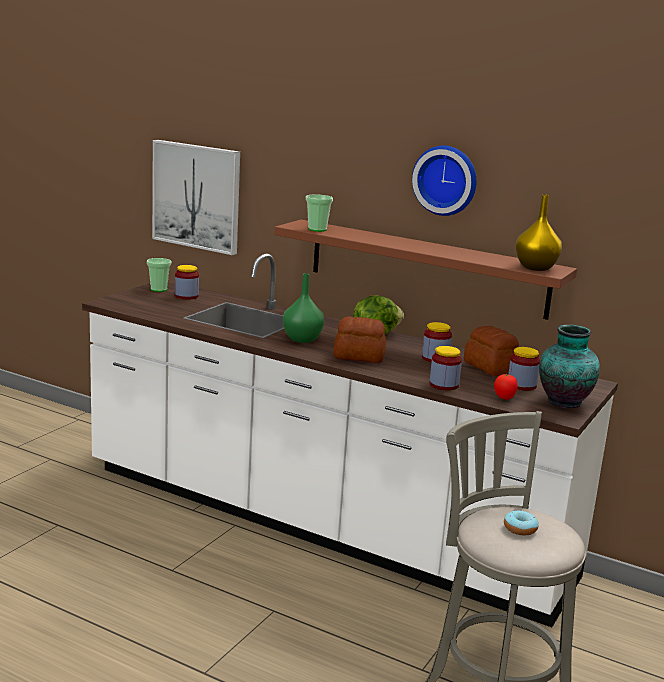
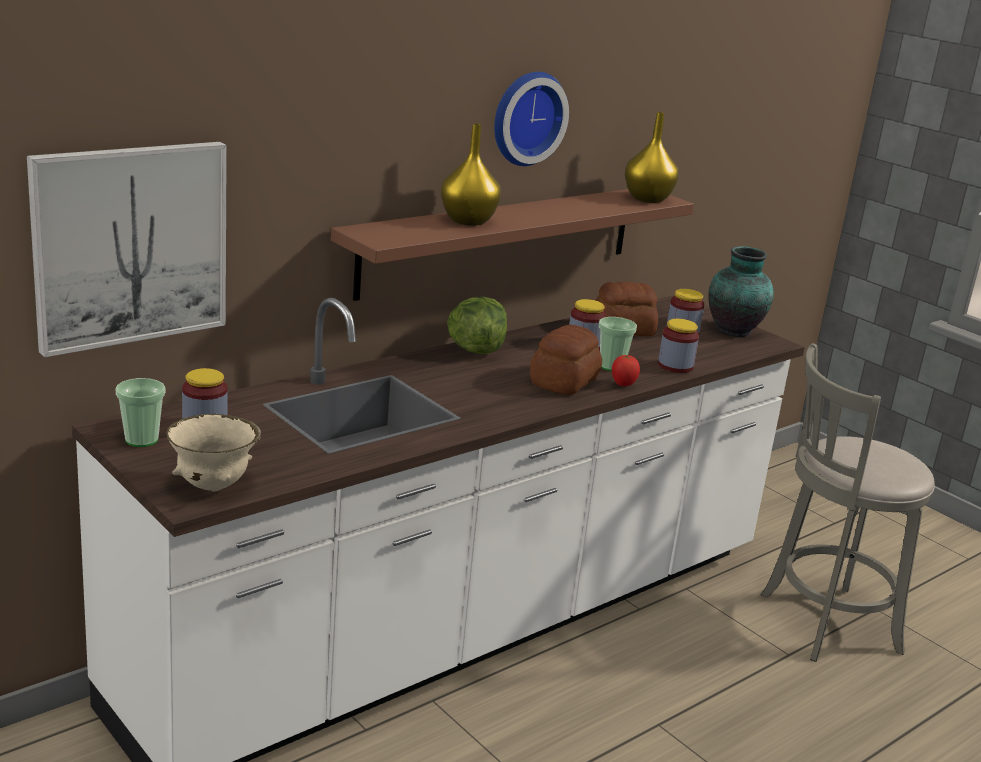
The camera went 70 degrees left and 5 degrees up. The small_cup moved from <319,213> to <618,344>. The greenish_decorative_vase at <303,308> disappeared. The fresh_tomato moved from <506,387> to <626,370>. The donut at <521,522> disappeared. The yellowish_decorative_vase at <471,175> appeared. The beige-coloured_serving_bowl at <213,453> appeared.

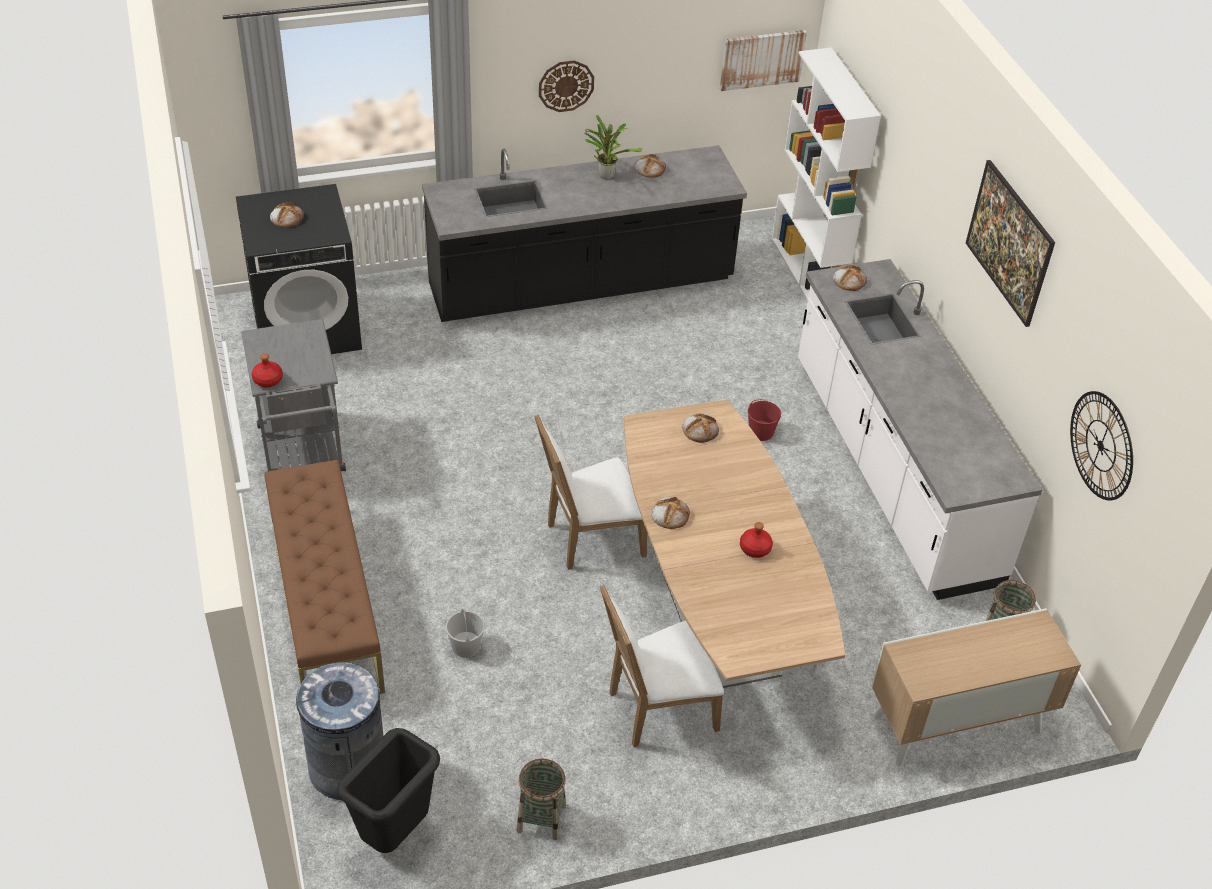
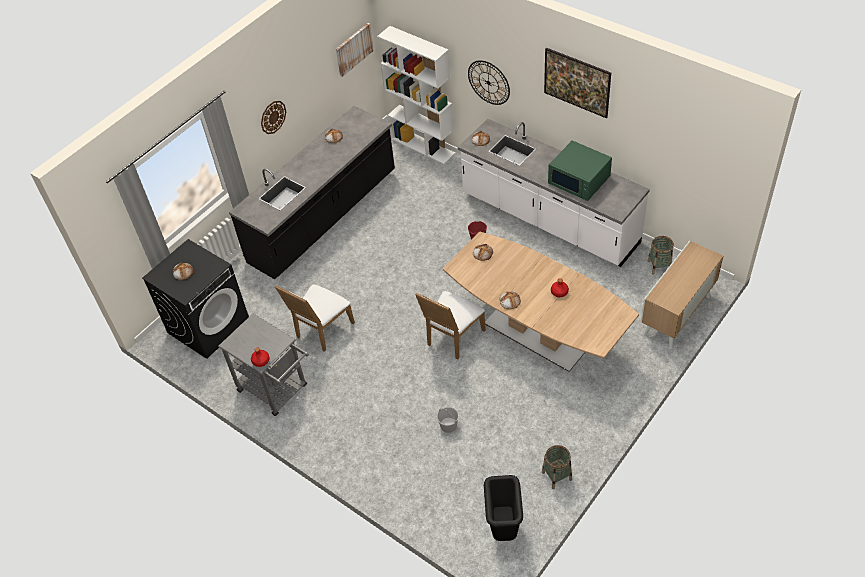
The camera went 30 degrees left and 5 degrees up. The potted_plant at <613,147> disappeared. The hanging_clock moved from <1101,445> to <489,82>. The brown_bench at <324,577> disappeared. The white_chair moved from <662,665> to <315,318>. The gray_waste_bin at <338,731> disappeared. The greenish_microwave_oven at <580,170> appeared.

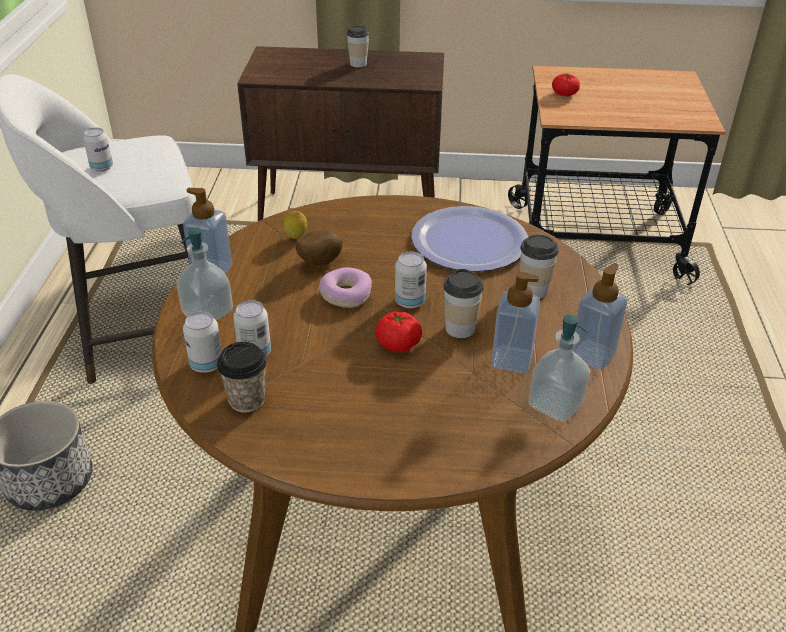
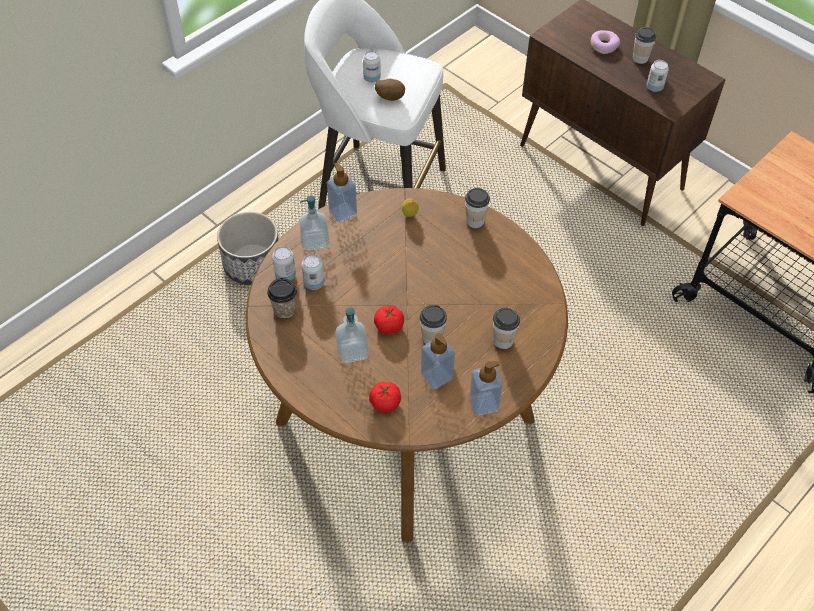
The camera went 40 degrees right and 15 degrees up. The fresh_tomato moved from <566,84> to <385,397>. The plate at <469,239> disappeared. The whole_potato moved from <319,247> to <390,90>. The can moved from <411,280> to <658,76>. The donut moved from <345,287> to <605,42>. The soap_dispenser moved from <559,368> to <352,335>. The small_cup at <477,208> appeared.

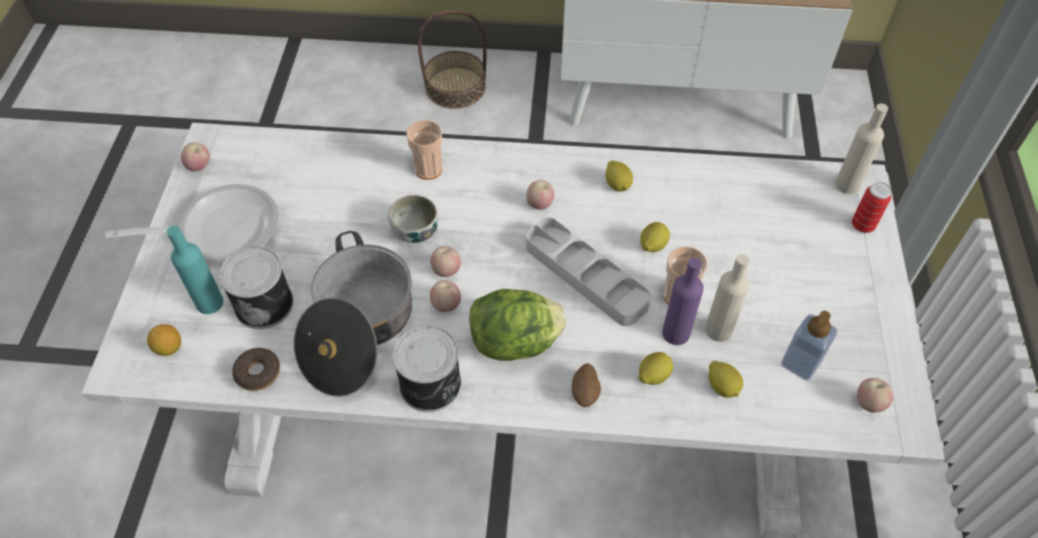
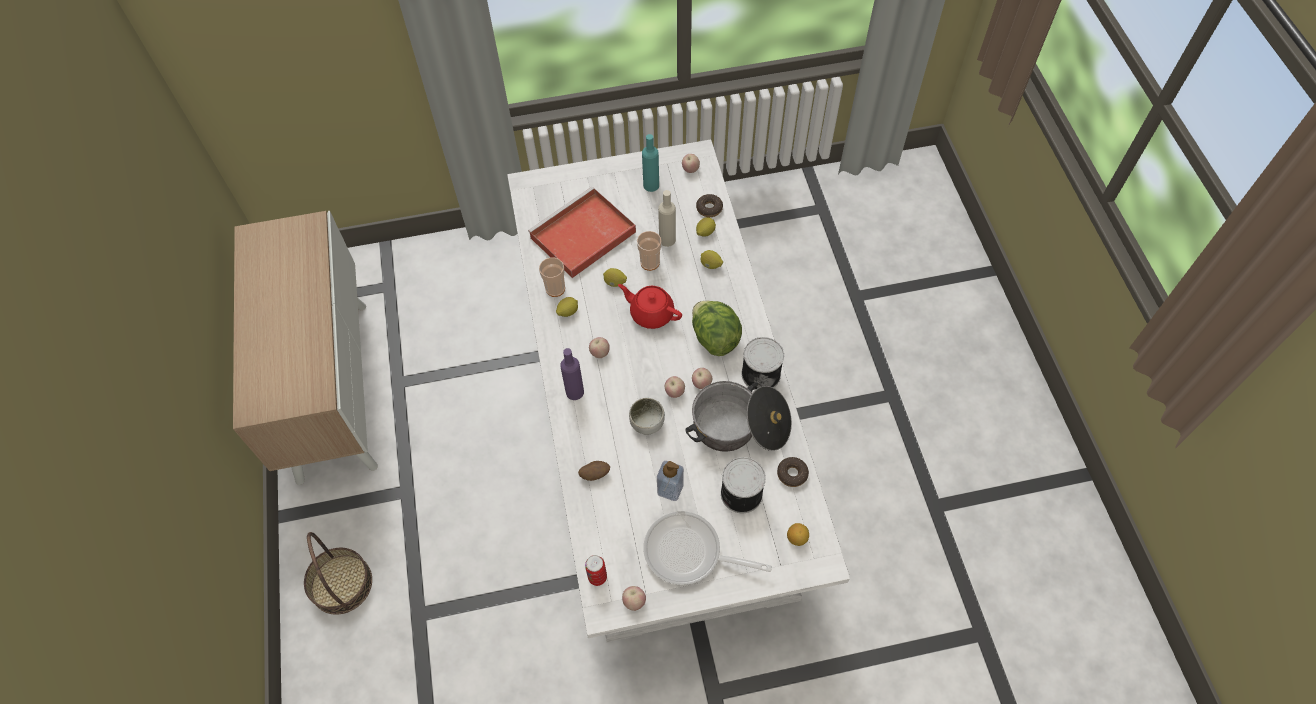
The camera went 105 degrees left and 5 degrees up. The beige-coloured_beverage_bottle at <861,148> disappeared. The small_cup moved from <424,150> to <552,277>. The can moved from <872,207> to <596,570>. The frying_pan at <192,223> turned 45 degrees counterclockwise. The gray_carrying_tray at <588,272> was replaced by the reddish_teapot at <650,306>. The blue-green_beverage_bottle moved from <195,270> to <650,163>. The purplish_beverage_bottle moved from <683,301> to <572,374>. The soap_dispenser moved from <809,346> to <670,481>. The whole_potato moved from <586,385> to <594,471>. The reddish_carrying_tray at <582,232> appeared. The donut at <709,205> appeared.

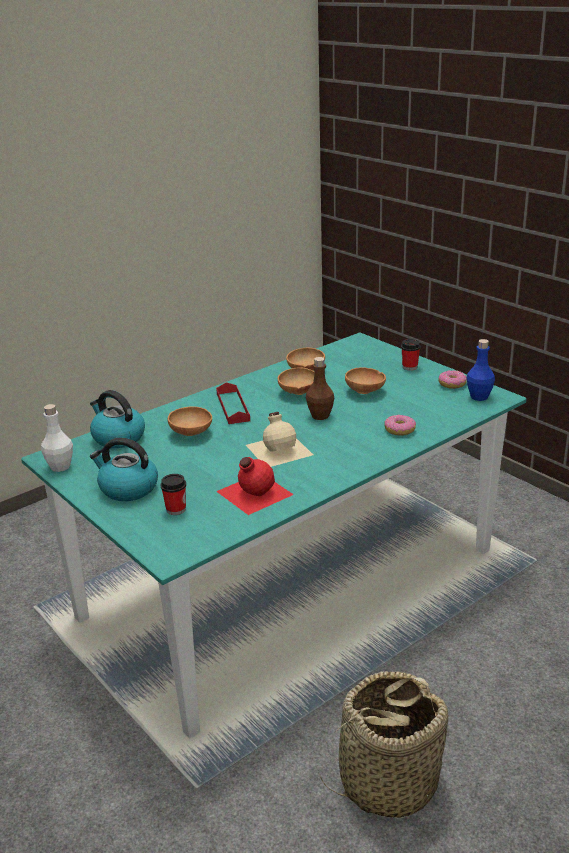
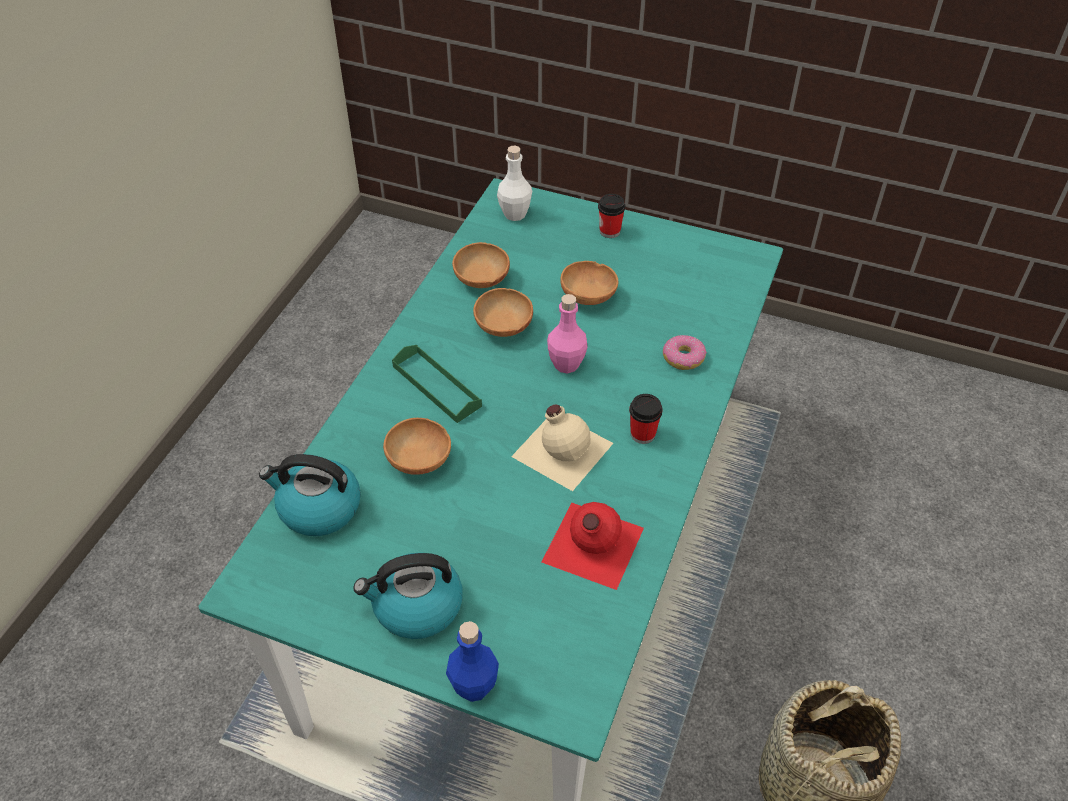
The camera went 30 degrees left and 20 degrees up. The bluish_beverage_bottle moved from <481,370> to <472,661>. The brown_beverage_bottle at <320,388> became the pinkish_beverage_bottle at <567,334>. The donut at <453,379> disappeared. The reddish_carrying_tray at <233,403> became the greenish_carrying_tray at <437,384>. The white_beverage_bottle moved from <57,438> to <514,183>. The small_cup moved from <173,494> to <646,419>.

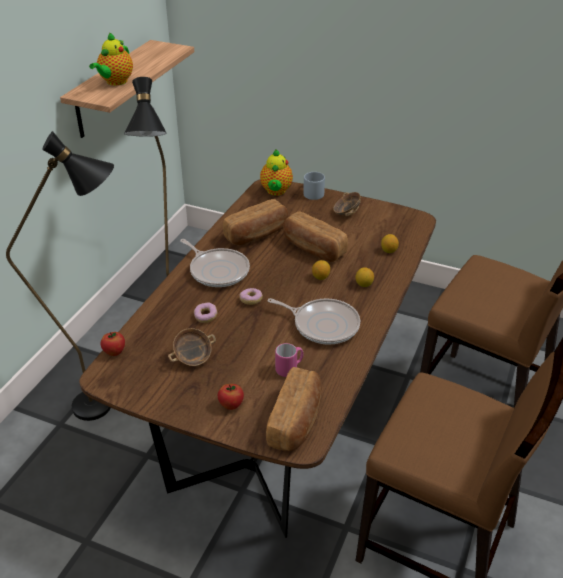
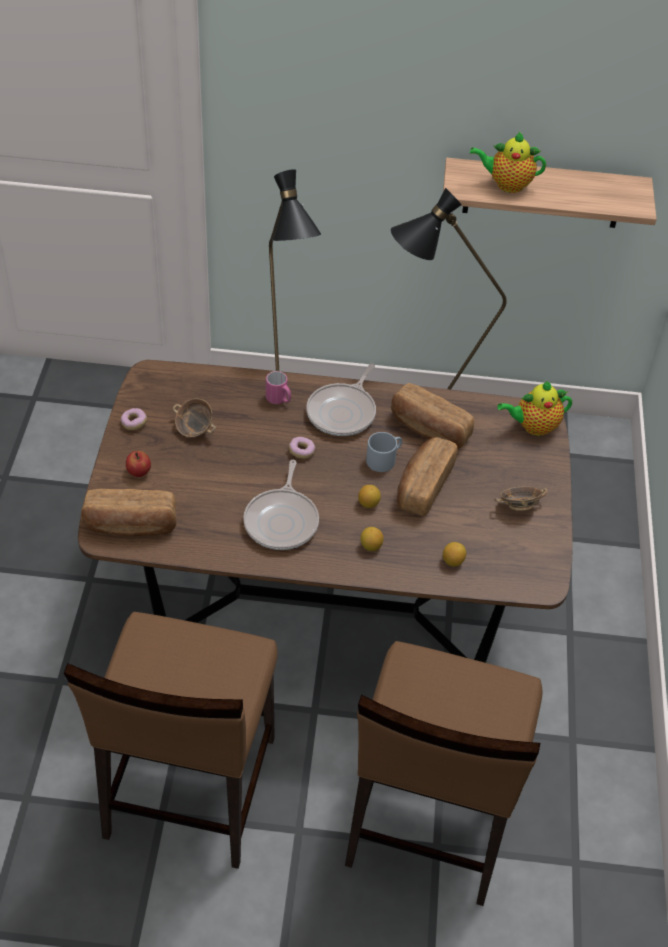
The camera went 70 degrees right and 10 degrees up. The gray_coffee_mug moved from <314,186> to <384,452>. The donut moved from <205,313> to <134,419>. The apple at <112,344> disappeared. The pinkish_coffee_mug moved from <289,360> to <278,387>.

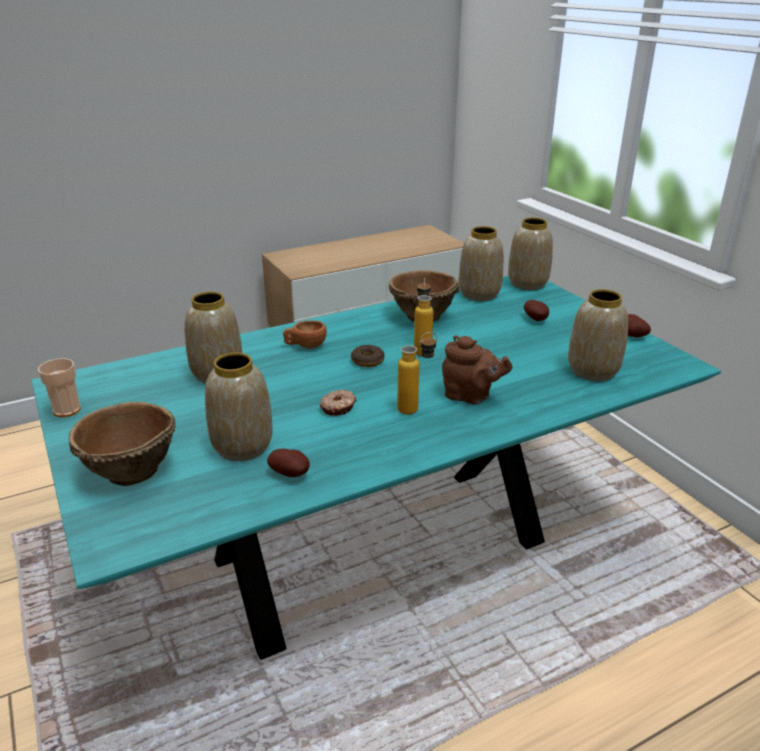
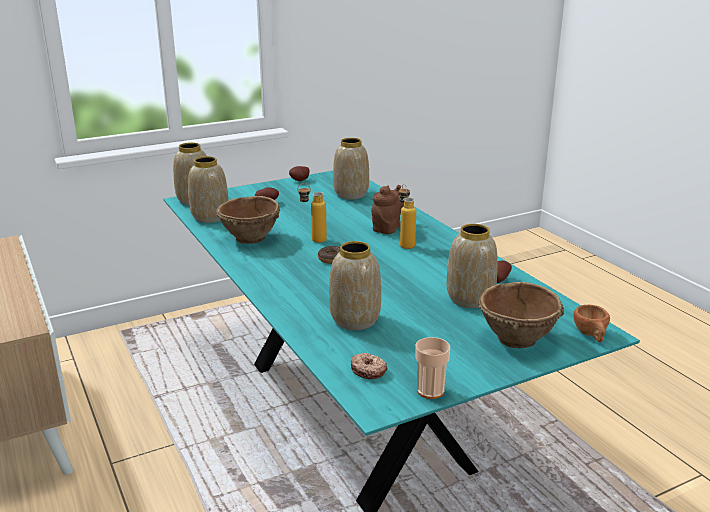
The camera went 90 degrees left and 5 degrees down. The brown_small_cup moved from <305,335> to <591,323>. The donut moved from <338,403> to <369,366>.

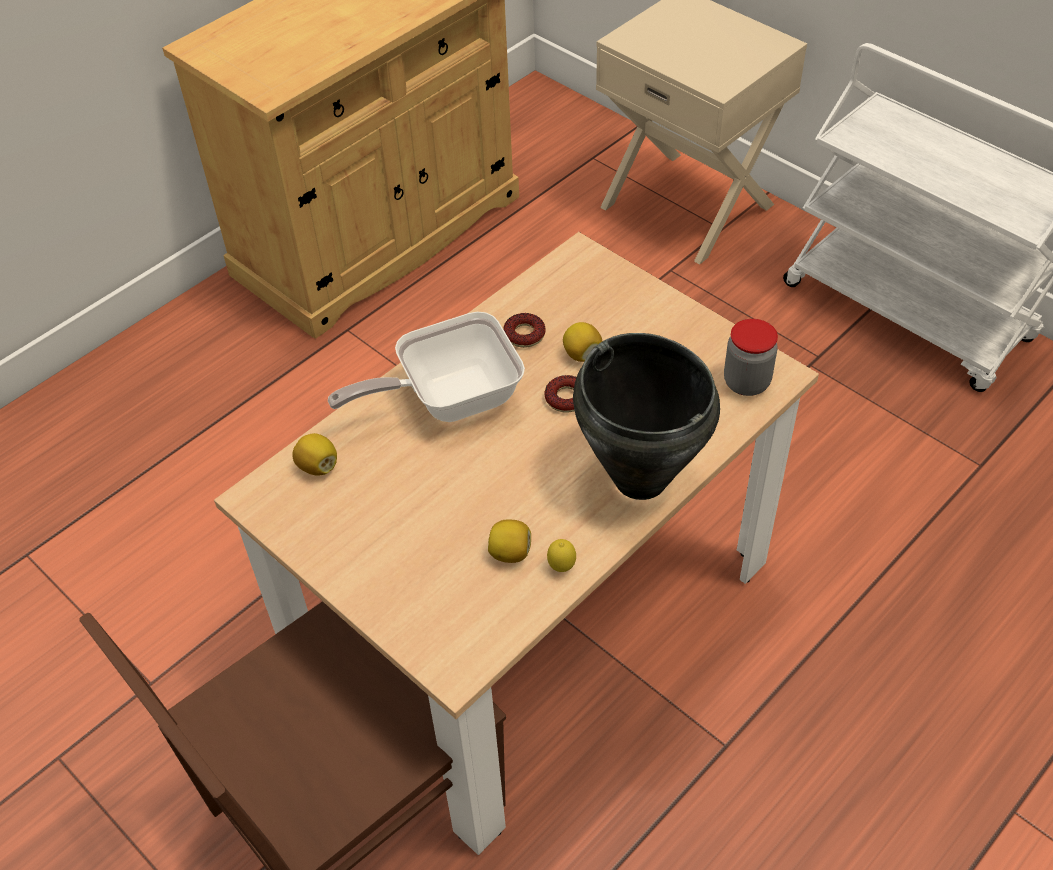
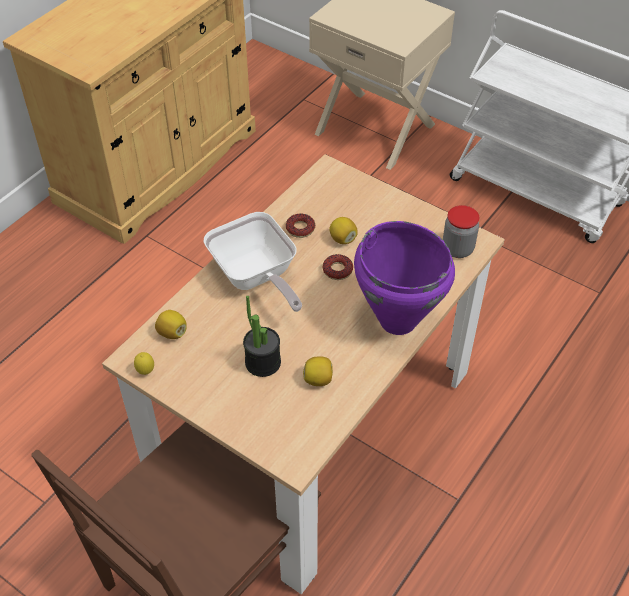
The camera went 10 degrees left and 0 degrees up. The frying_pan at <426,367> turned 90 degrees counterclockwise. The black-coloured_cooking_pot at <646,416> became the purplish_cooking_pot at <404,278>. The citrus_fruit moved from <561,555> to <144,363>. The potted_plant at <262,336> appeared.

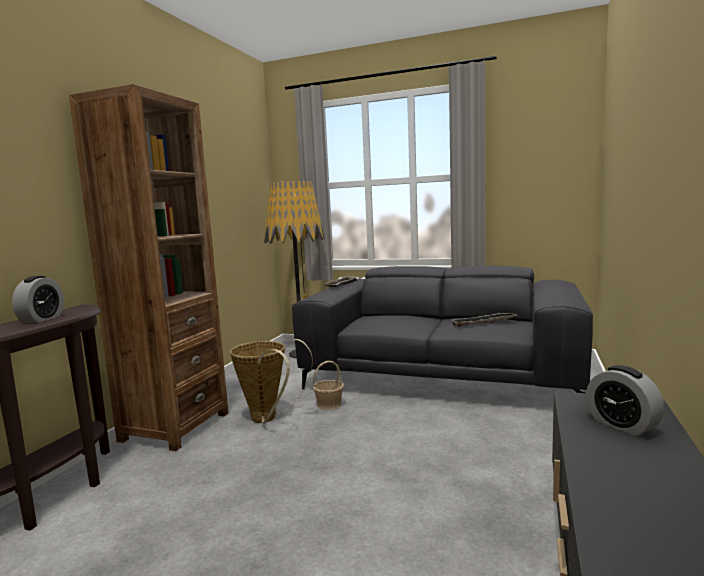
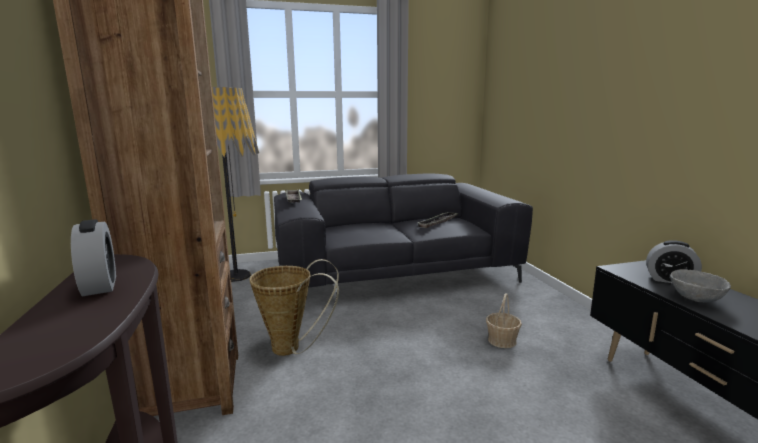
The camera went 35 degrees left and 5 degrees up. The household_basket moved from <328,385> to <504,320>. The gray_serving_bowl at <700,285> appeared.

